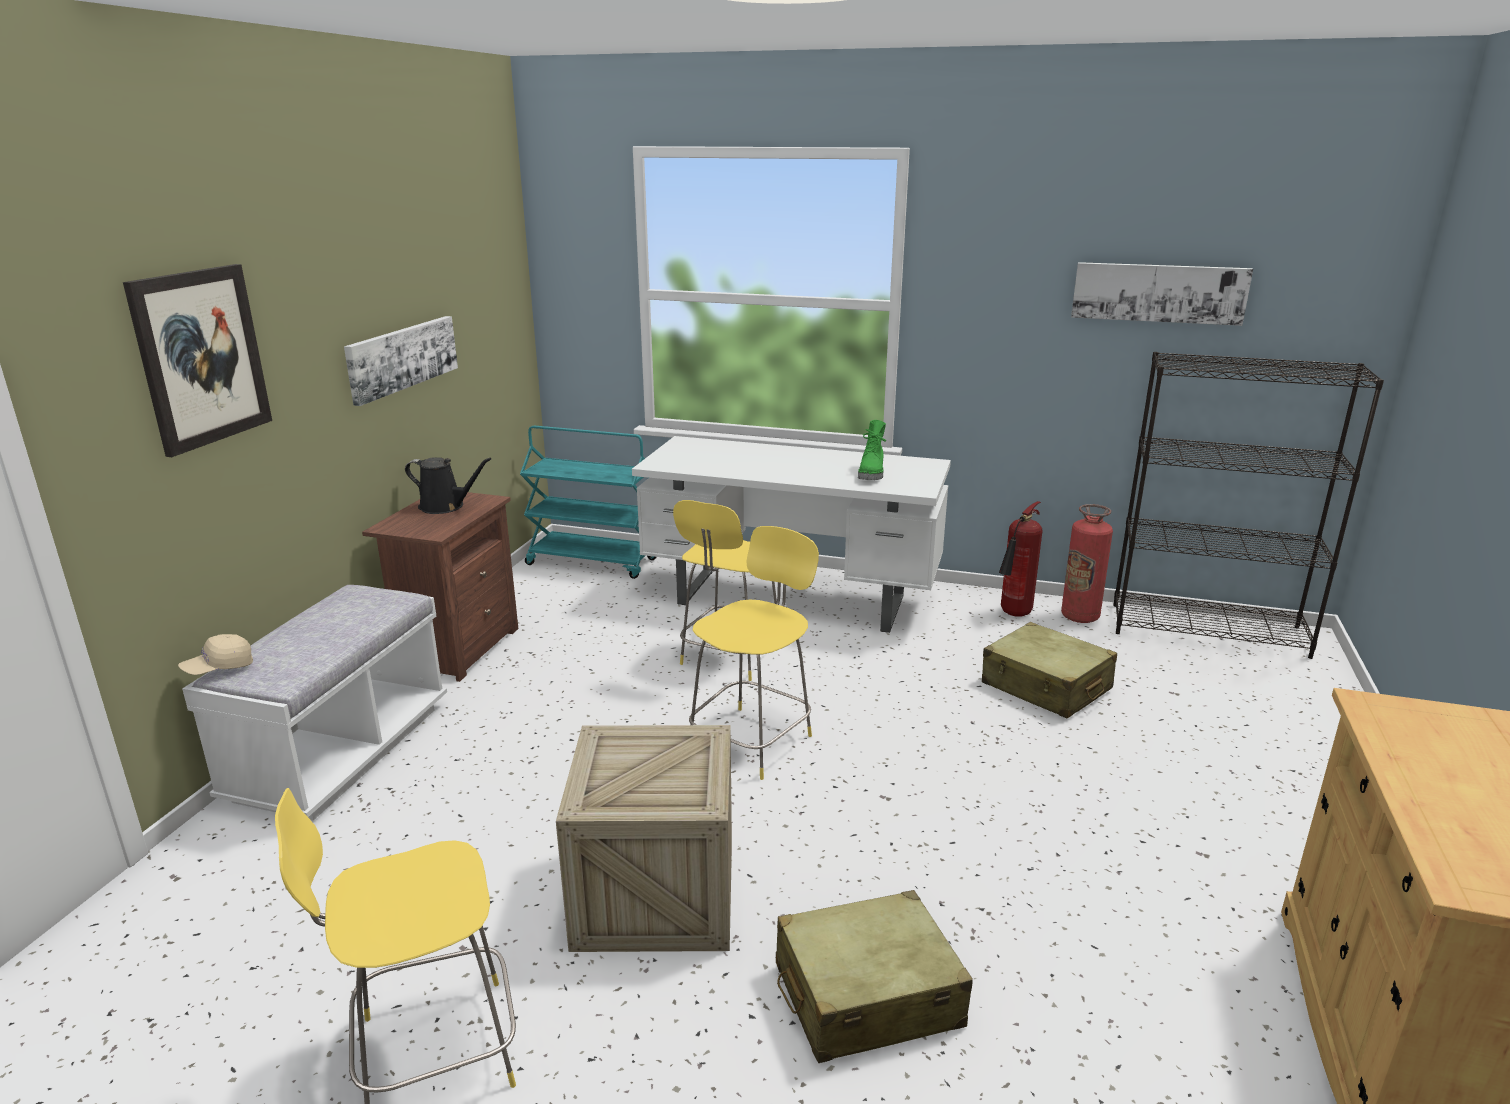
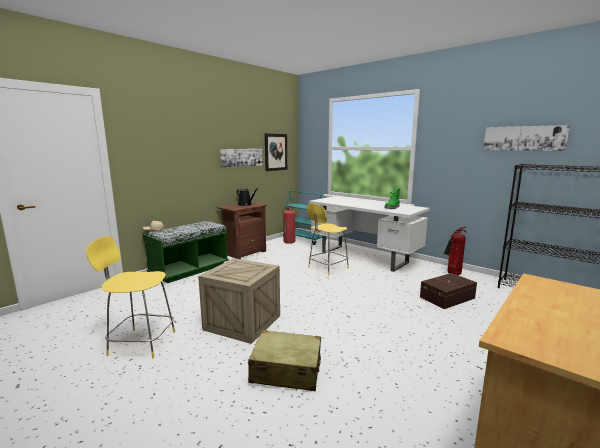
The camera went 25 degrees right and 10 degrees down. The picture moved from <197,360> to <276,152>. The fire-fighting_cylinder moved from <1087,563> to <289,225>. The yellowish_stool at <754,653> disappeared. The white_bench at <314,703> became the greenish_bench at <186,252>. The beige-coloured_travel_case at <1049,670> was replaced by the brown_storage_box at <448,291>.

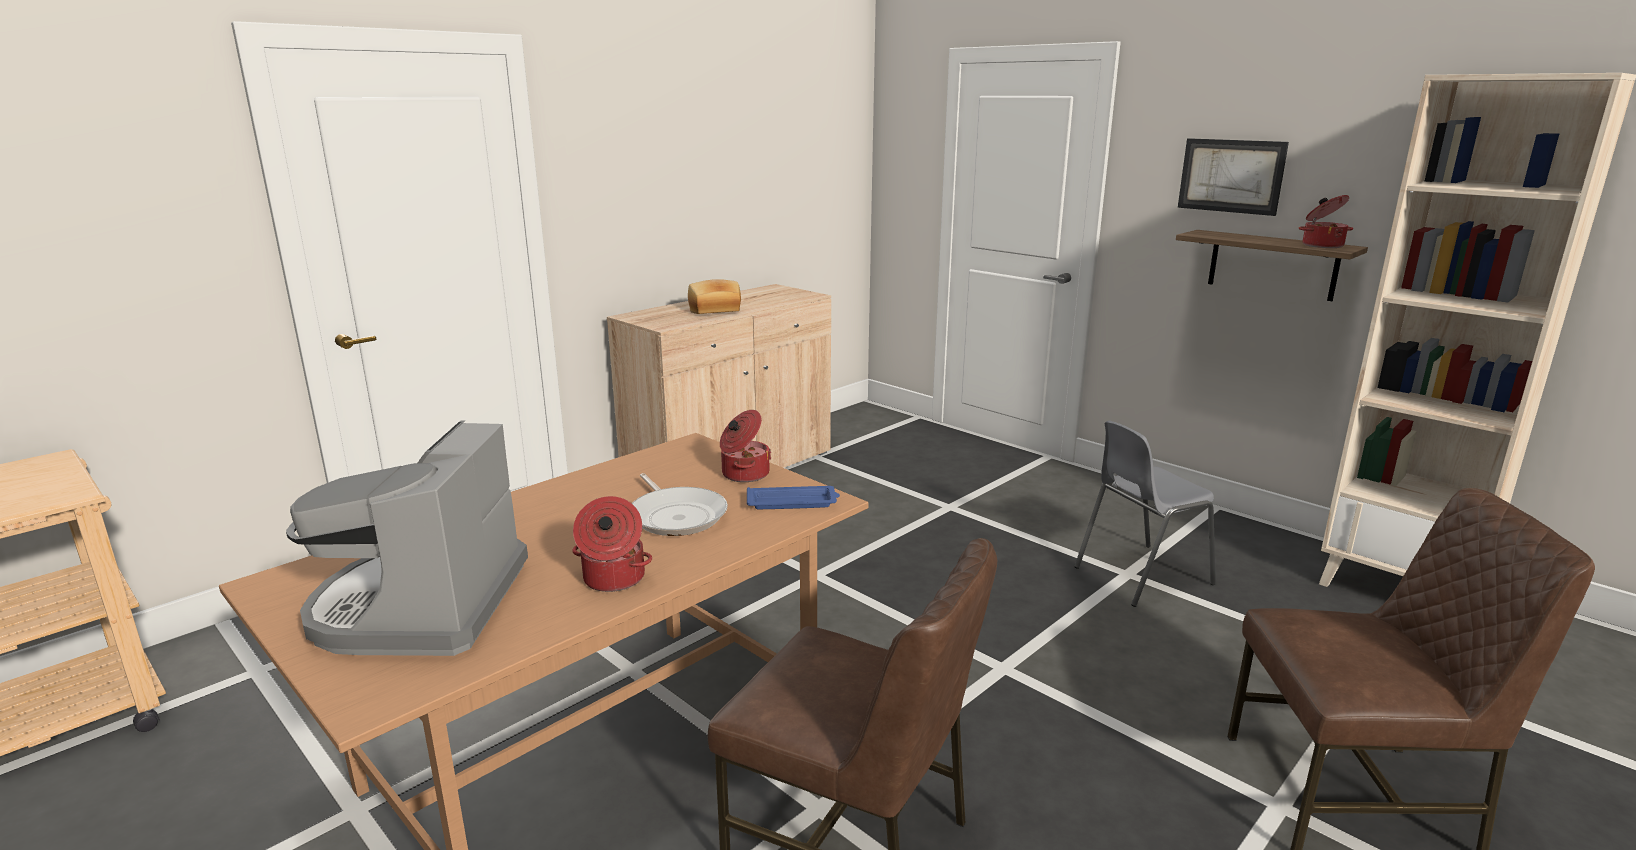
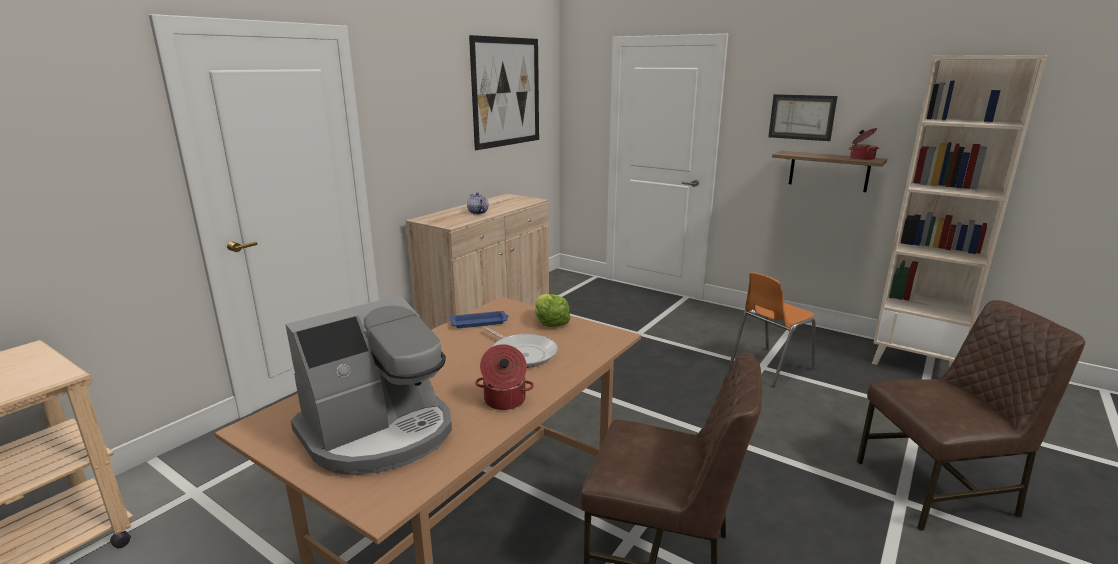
The camera went 10 degrees left and 0 degrees up. The bread at <714,296> was replaced by the teapot at <478,203>. The cooking_pot at <745,446> was replaced by the lettuce at <553,310>. The coffee_maker at <407,538> turned 120 degrees counterclockwise. The gray_chair at <1145,514> became the orangey_chair at <772,329>. The bluish_carrying_tray moved from <793,497> to <479,319>. The picture at <504,92> appeared.

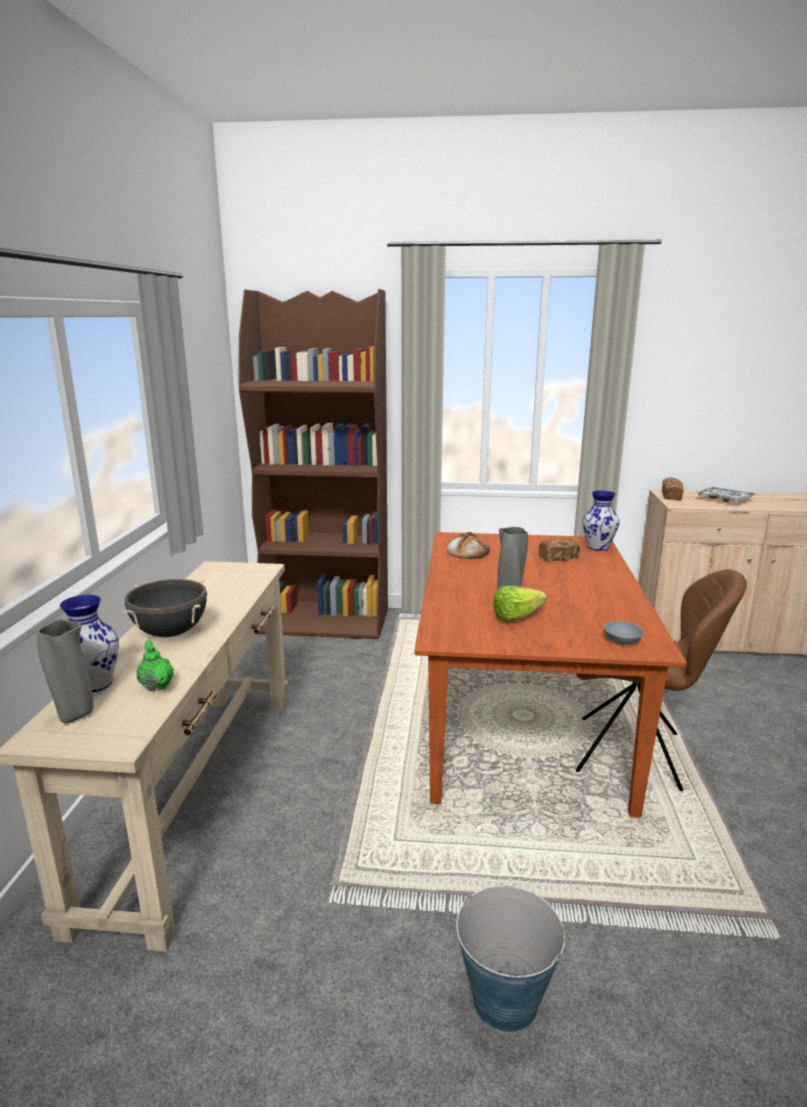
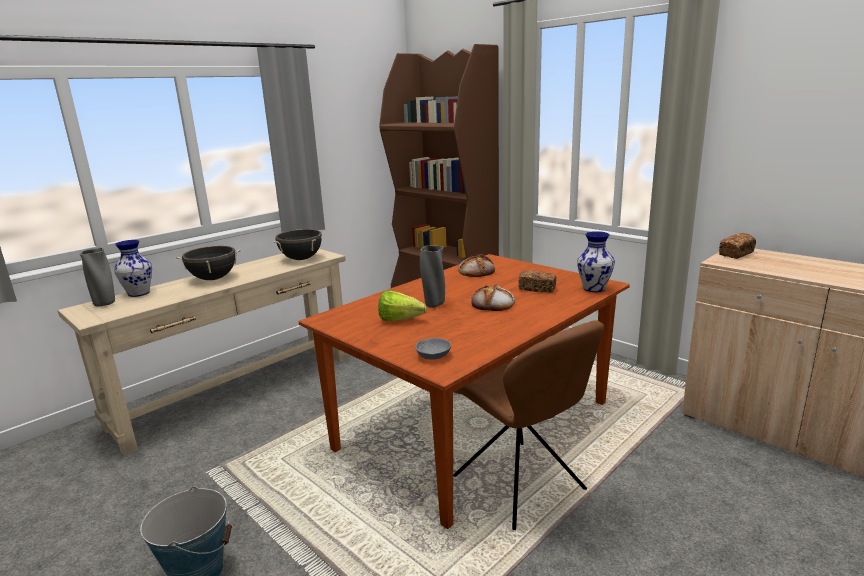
The camera went 40 degrees right and 0 degrees up. The carrying_tray at <726,494> disappeared. The greenish_teapot at <155,665> disappeared. The black-coloured_cooking_pot at <298,244> appeared. The bread at <493,298> appeared.

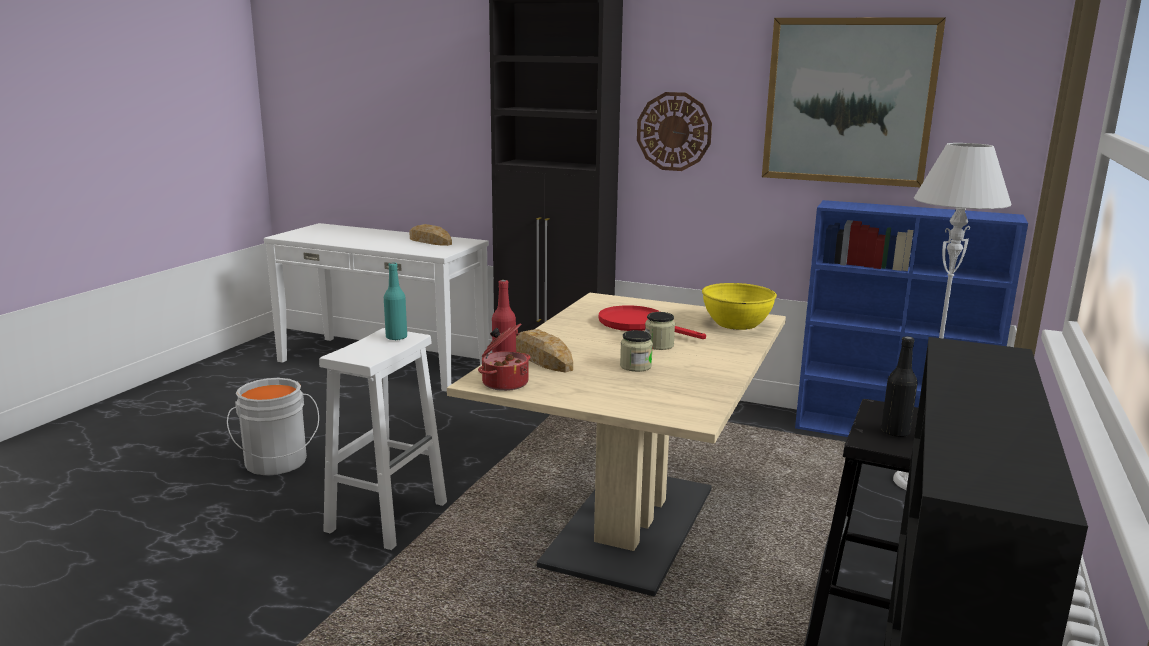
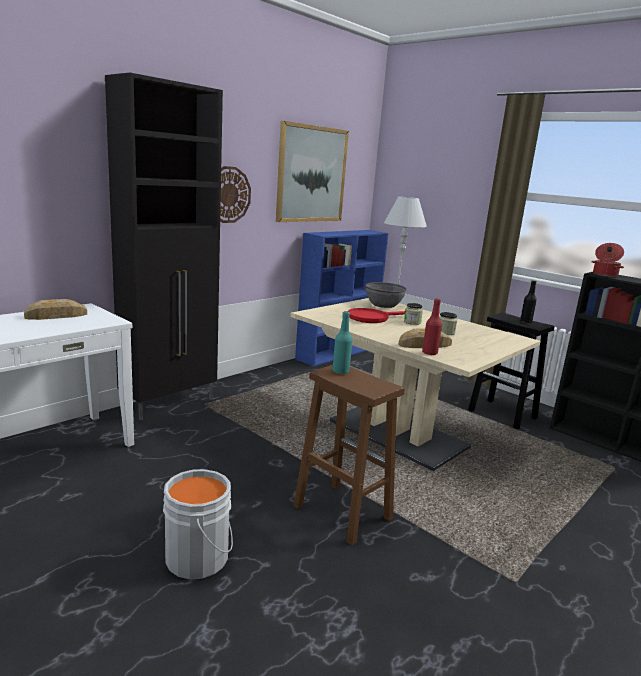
The camera went 70 degrees left and 0 degrees up. The yellowish_serving_bowl at <739,306> became the gray_serving_bowl at <386,295>. The cooking_pot moved from <504,357> to <608,260>. The white_stool at <383,439> became the brown_stool at <349,455>.

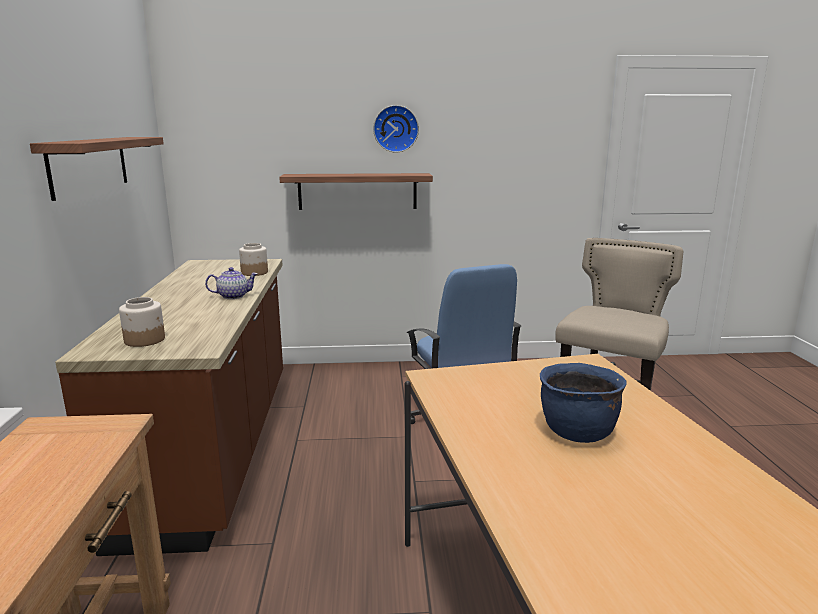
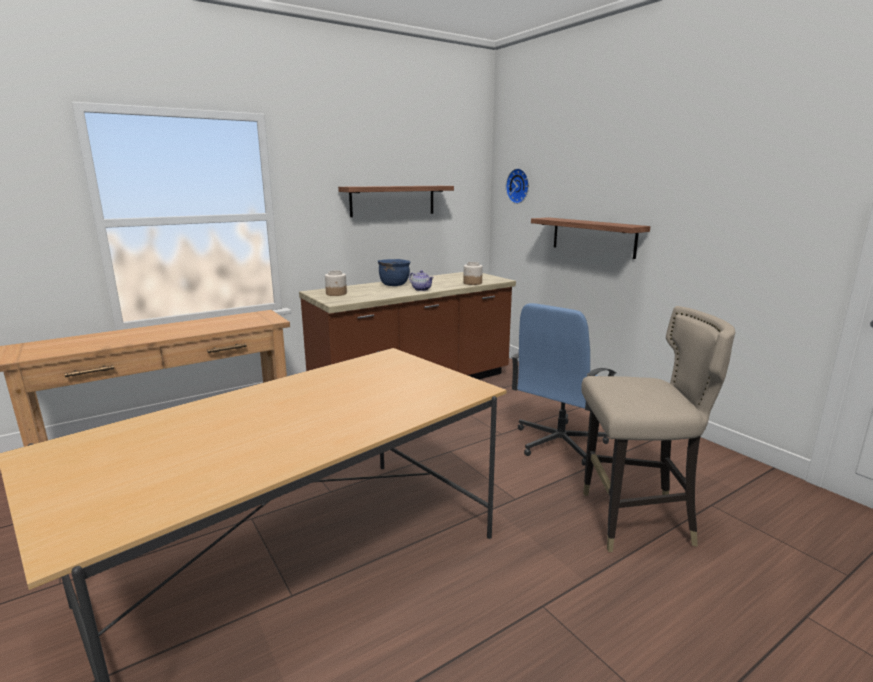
The camera went 60 degrees right and 0 degrees up. The hanging_clock moved from <396,129> to <517,186>. The bluish_cooking_pot moved from <583,403> to <394,272>.

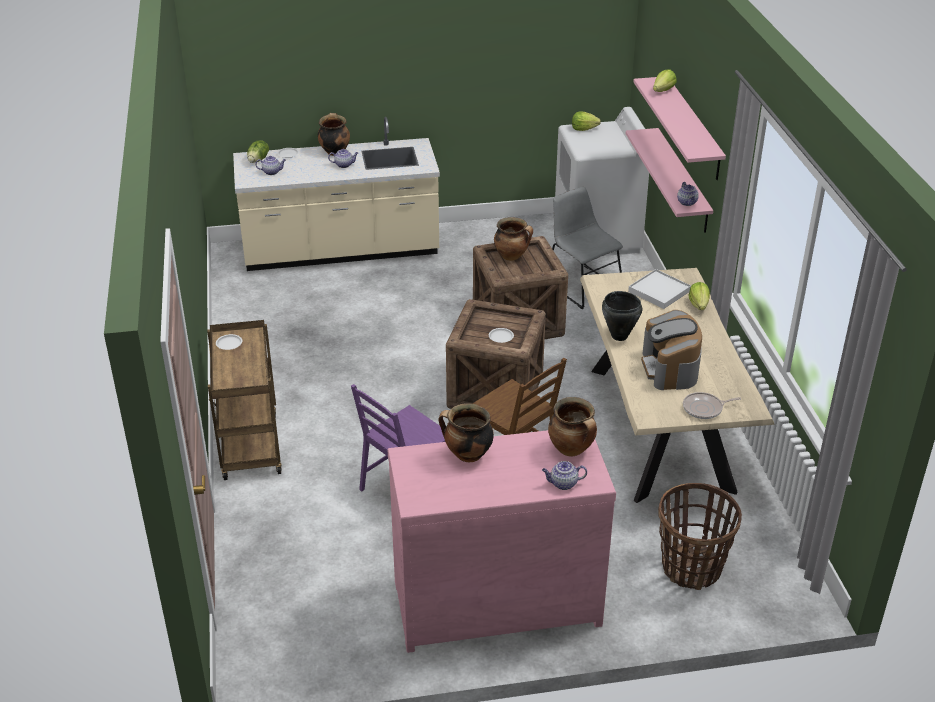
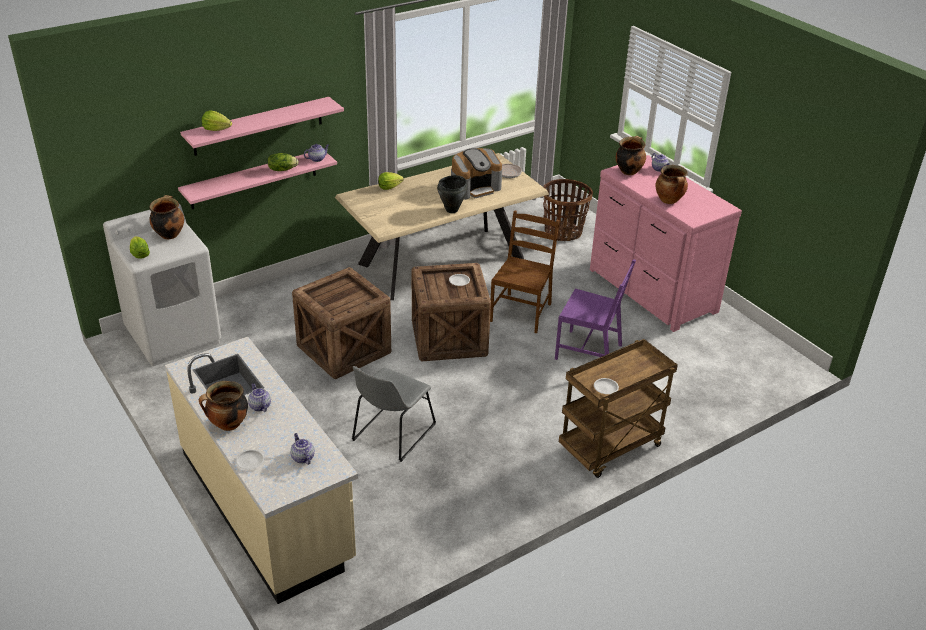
The camera went 115 degrees left and 0 degrees up. The lettuce moved from <258,151> to <283,162>. The gray_chair moved from <587,248> to <394,414>. The cooking_pot moved from <513,239> to <166,217>. The white_carrying_tray at <659,289> disappeared.

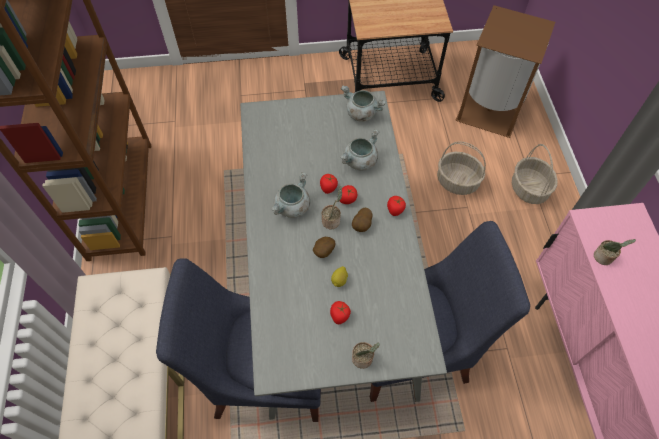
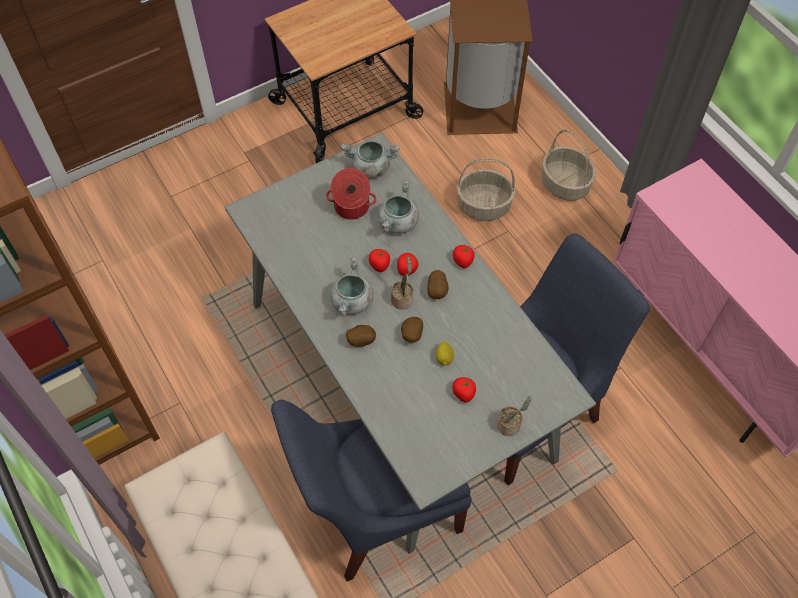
The camera went 25 degrees left and 0 degrees up. The potted_plant at <615,252> disappeared. The cooking_pot at <351,194> appeared. The whole_potato at <361,336> appeared.

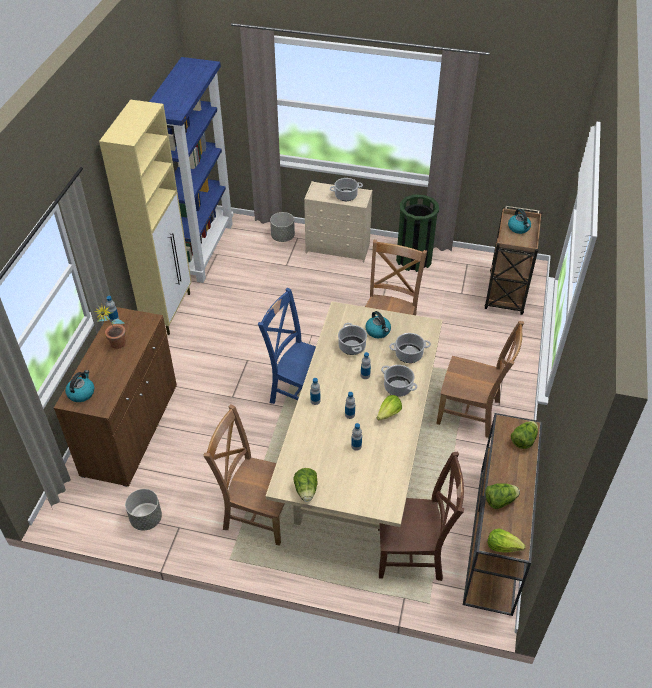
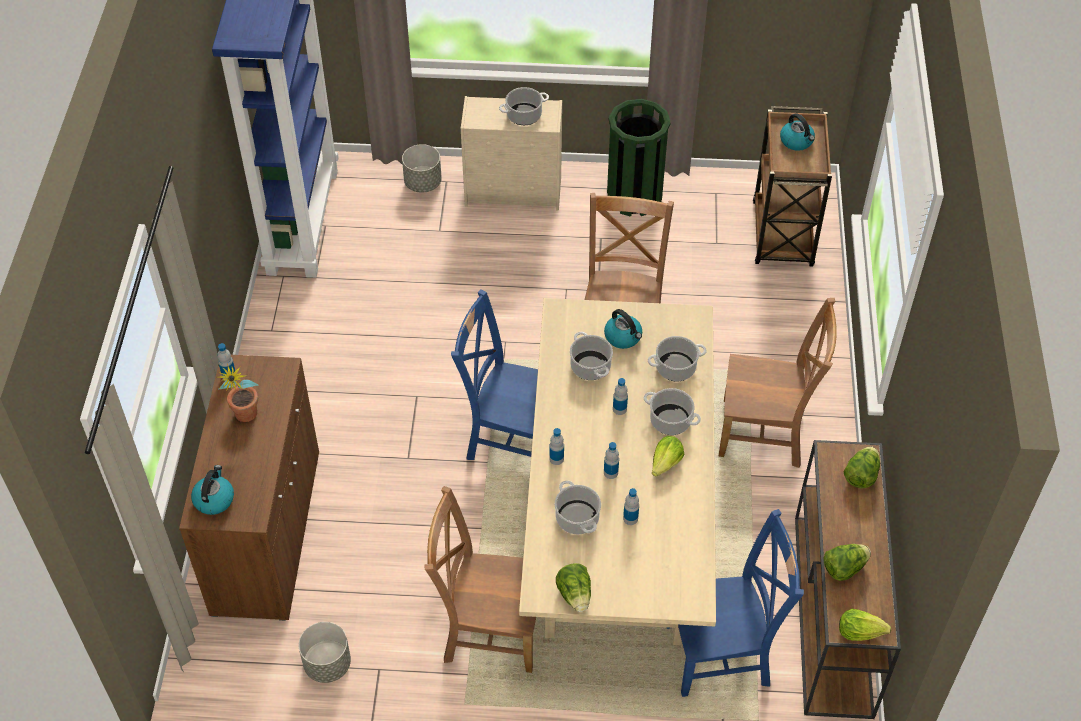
The camera went 10 degrees left and 5 degrees up. The beige-coloured_cupboard at <145,217> disappeared. The brown_chair at <421,516> became the bluish_chair at <735,603>. The cooking_pot at <578,507> appeared.

